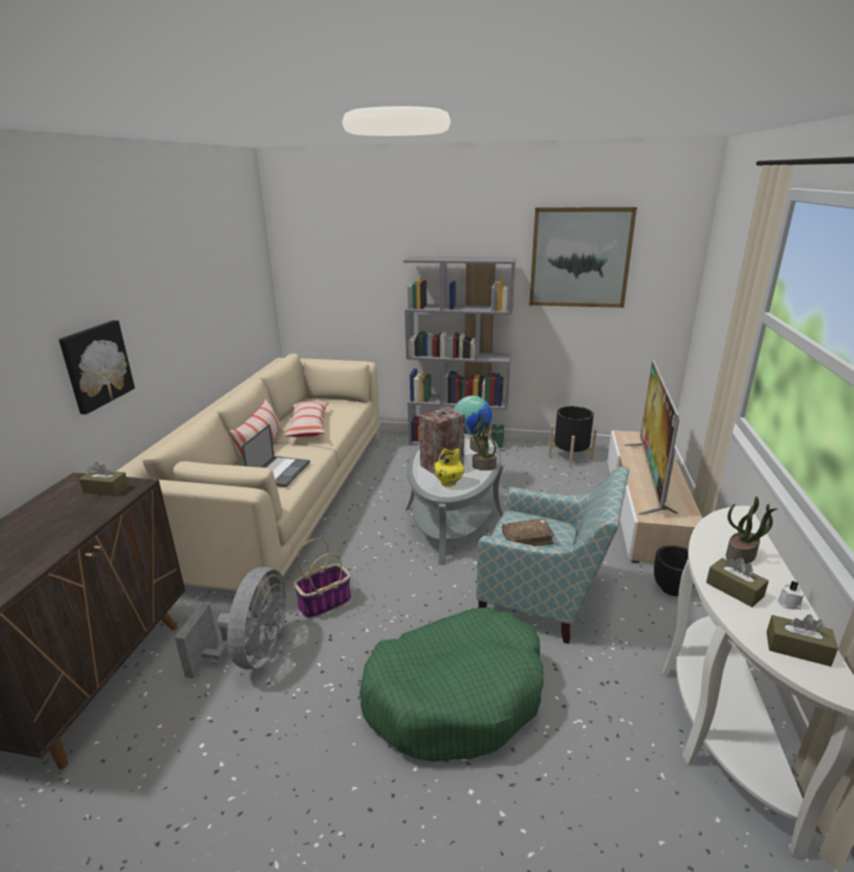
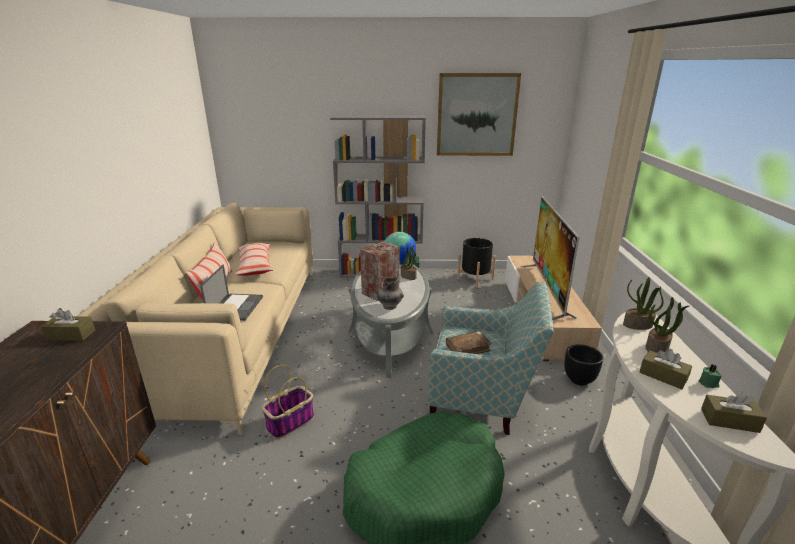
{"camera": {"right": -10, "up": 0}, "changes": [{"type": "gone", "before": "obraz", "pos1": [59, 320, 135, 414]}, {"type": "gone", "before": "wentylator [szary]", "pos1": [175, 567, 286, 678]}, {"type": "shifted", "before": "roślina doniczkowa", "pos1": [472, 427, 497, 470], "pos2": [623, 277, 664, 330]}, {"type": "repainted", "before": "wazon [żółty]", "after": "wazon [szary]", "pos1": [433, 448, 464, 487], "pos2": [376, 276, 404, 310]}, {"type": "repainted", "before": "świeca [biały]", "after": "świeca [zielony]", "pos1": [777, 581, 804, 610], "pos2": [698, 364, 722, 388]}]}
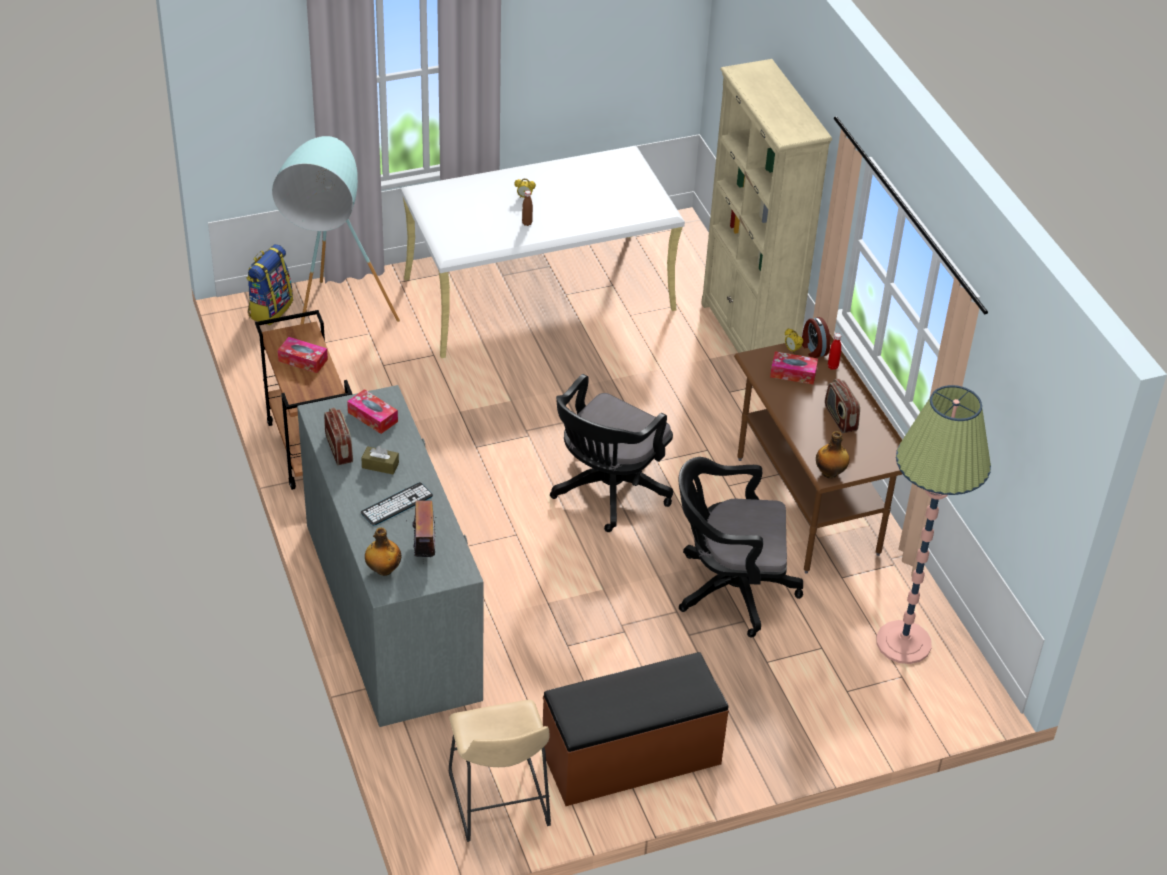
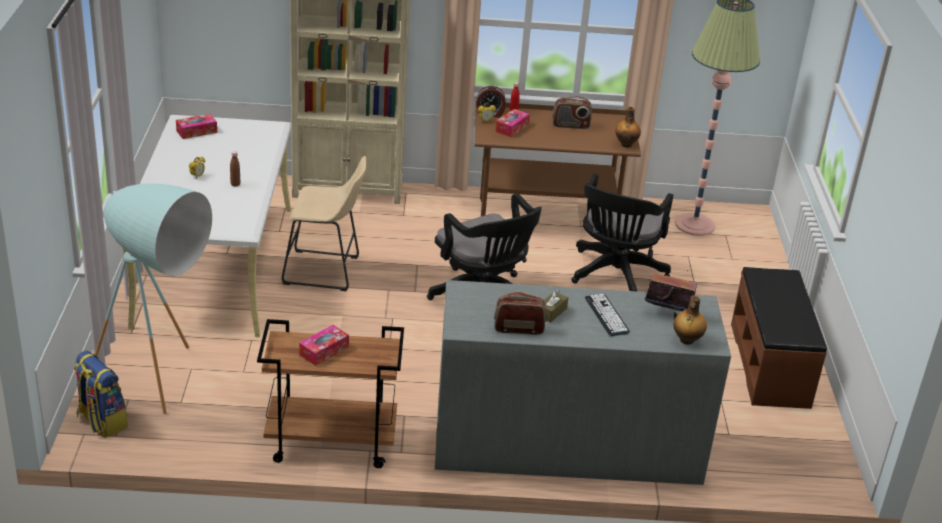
{"camera": {"right": -70, "up": -10}, "changes": [{"type": "shifted", "before": "pudełko chusteczek", "pos1": [347, 389, 398, 434], "pos2": [176, 114, 217, 139]}, {"type": "shifted", "before": "stołek [beżowy]", "pos1": [449, 700, 551, 842], "pos2": [282, 156, 366, 291]}]}
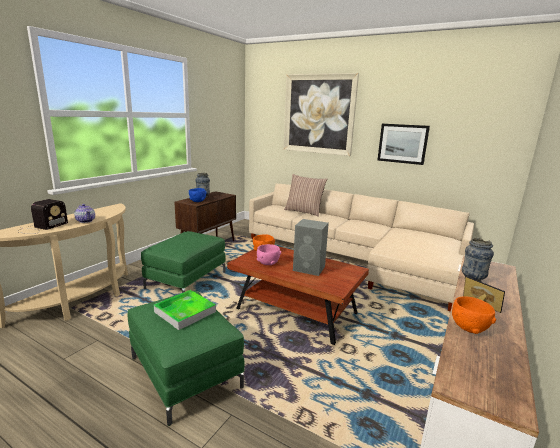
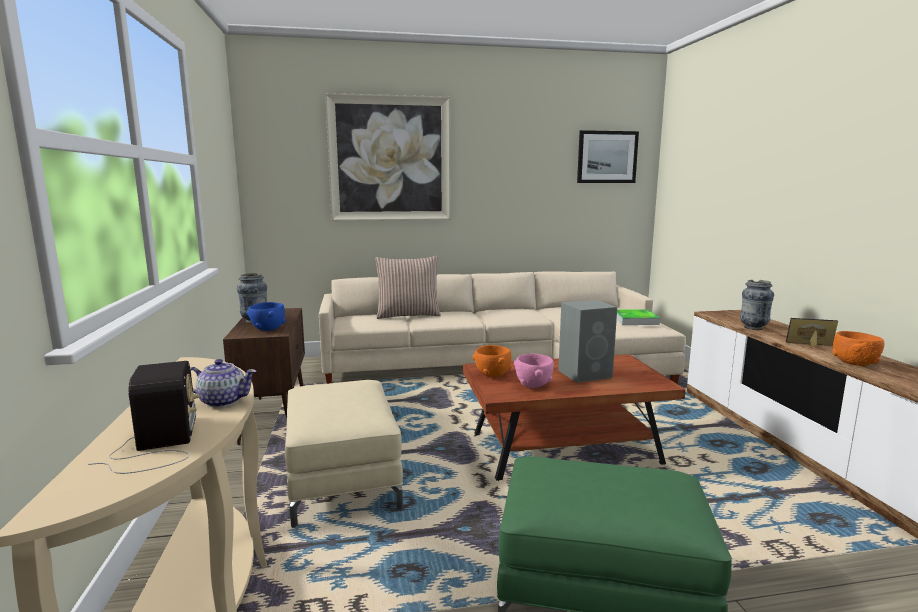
{"camera": {"right": -40, "up": -5}, "changes": [{"type": "shifted", "before": "taca", "pos1": [154, 290, 216, 330], "pos2": [617, 309, 660, 325]}, {"type": "shifted", "before": "obraz", "pos1": [377, 124, 430, 165], "pos2": [577, 130, 639, 183]}, {"type": "repainted", "before": "pufa [zielony]", "after": "pufa [beżowy]", "pos1": [141, 231, 226, 293], "pos2": [285, 380, 403, 527]}]}
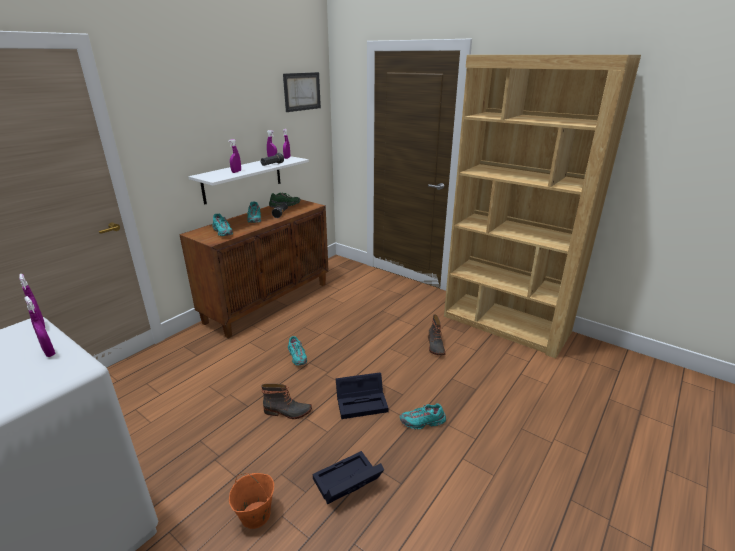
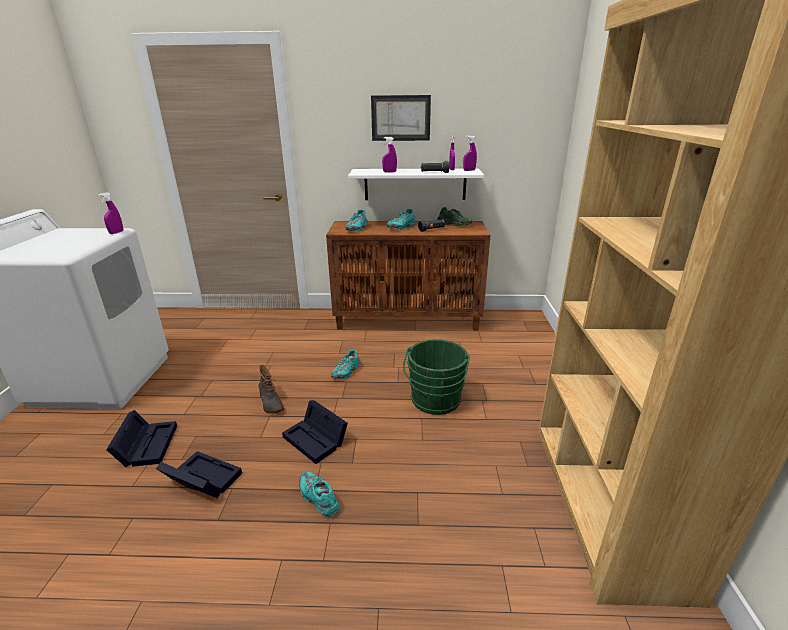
{"camera": {"right": 55, "up": 0}, "changes": [{"type": "gone", "before": "spryskiwacz [fioletowy]", "pos1": [25, 296, 55, 357]}, {"type": "gone", "before": "but z cholewką", "pos1": [428, 314, 446, 355]}, {"type": "new", "after": "wiadro [zielony]", "pos2": [403, 339, 470, 415]}, {"type": "shifted", "before": "obraz", "pos1": [283, 72, 321, 112], "pos2": [371, 95, 431, 141]}, {"type": "swapped", "before": "wiadro [pomarańczowy]", "after": "pojemnik do przechowywania [czarny]", "pos1": [229, 473, 274, 529], "pos2": [106, 410, 177, 467]}]}
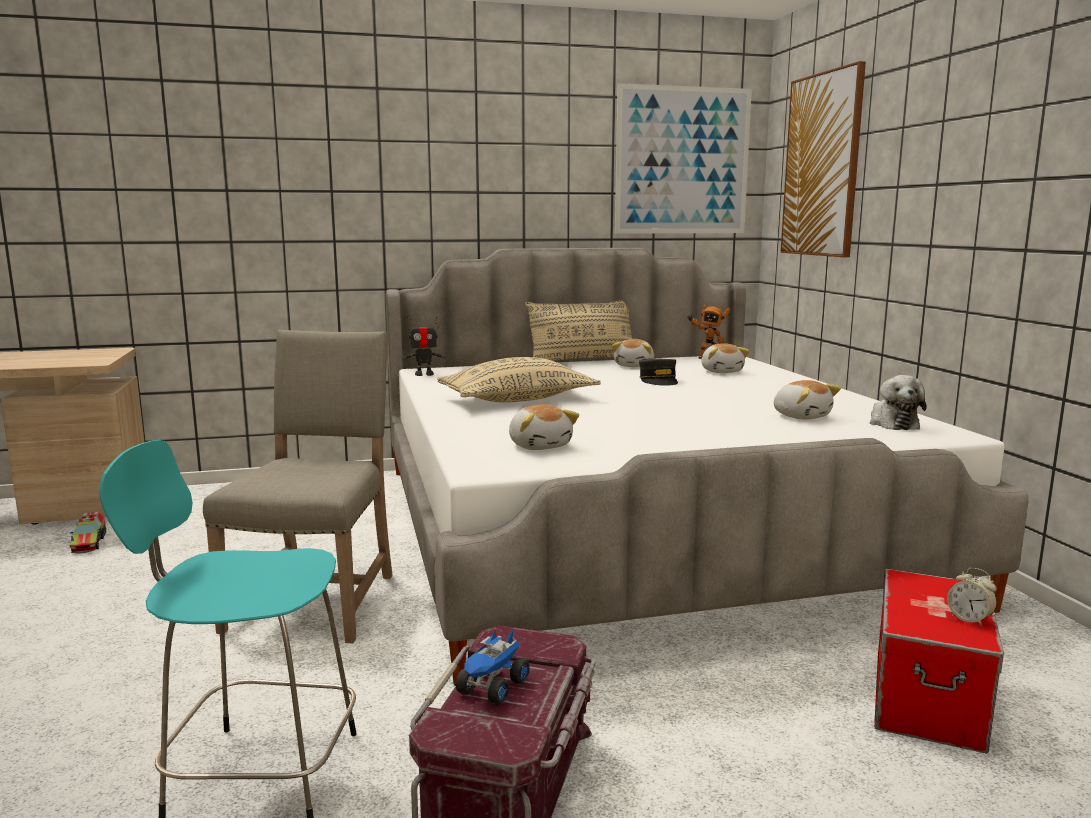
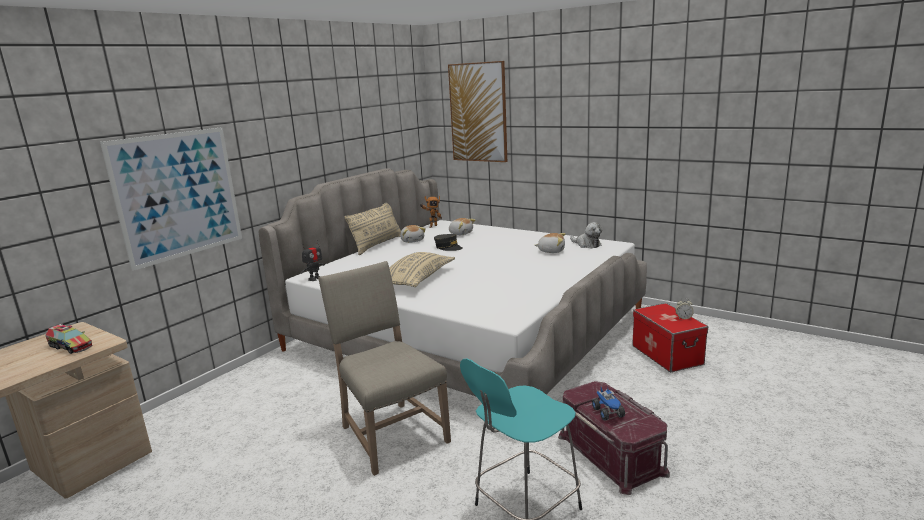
{"camera": {"right": -40, "up": 5}, "changes": [{"type": "gone", "before": "pluszak", "pos1": [509, 404, 579, 450]}, {"type": "shifted", "before": "ciężarówka zabawkowa", "pos1": [70, 512, 106, 554], "pos2": [45, 324, 93, 354]}, {"type": "shifted", "before": "obraz", "pos1": [615, 83, 752, 234], "pos2": [100, 127, 242, 271]}]}
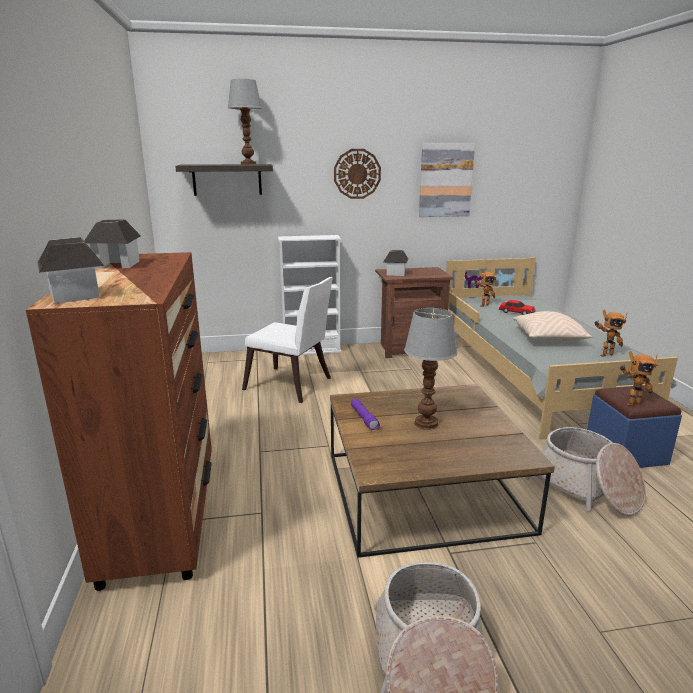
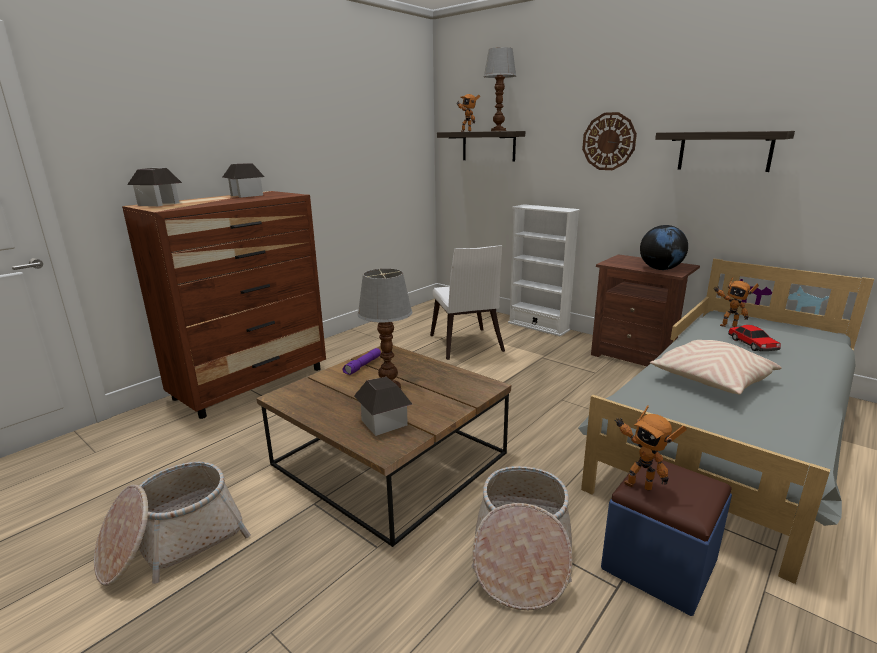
{"camera": {"right": 50, "up": 0}, "changes": [{"type": "new", "after": "globus", "pos2": [640, 225, 688, 270]}, {"type": "shifted", "before": "domek", "pos1": [383, 250, 409, 276], "pos2": [354, 377, 412, 436]}, {"type": "shifted", "before": "robot zabawkowy", "pos1": [595, 310, 627, 357], "pos2": [457, 94, 480, 132]}, {"type": "swapped", "before": "obraz", "after": "półka", "pos1": [419, 143, 475, 217], "pos2": [655, 131, 795, 172]}]}
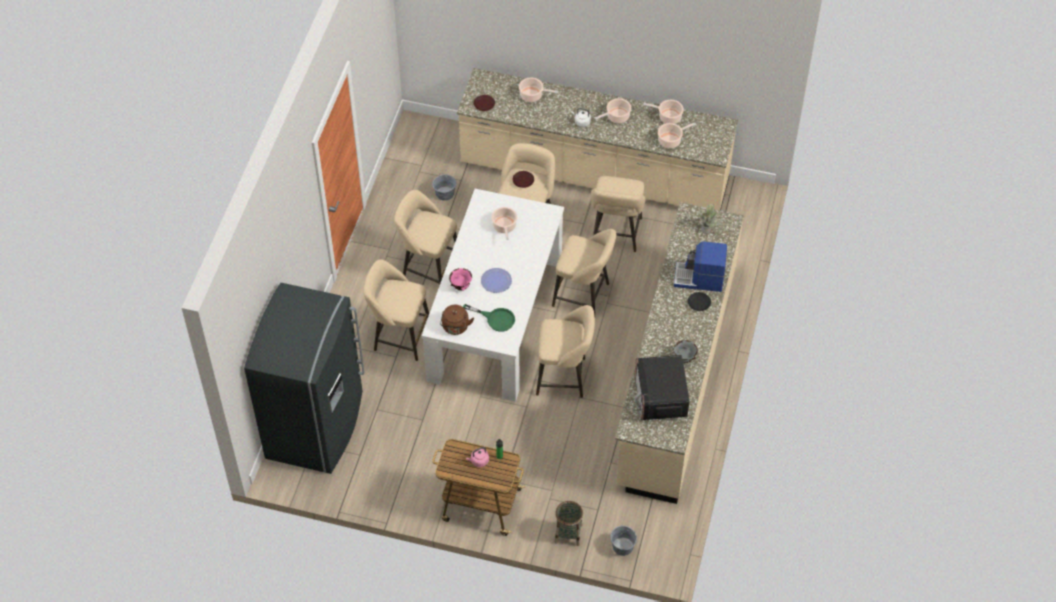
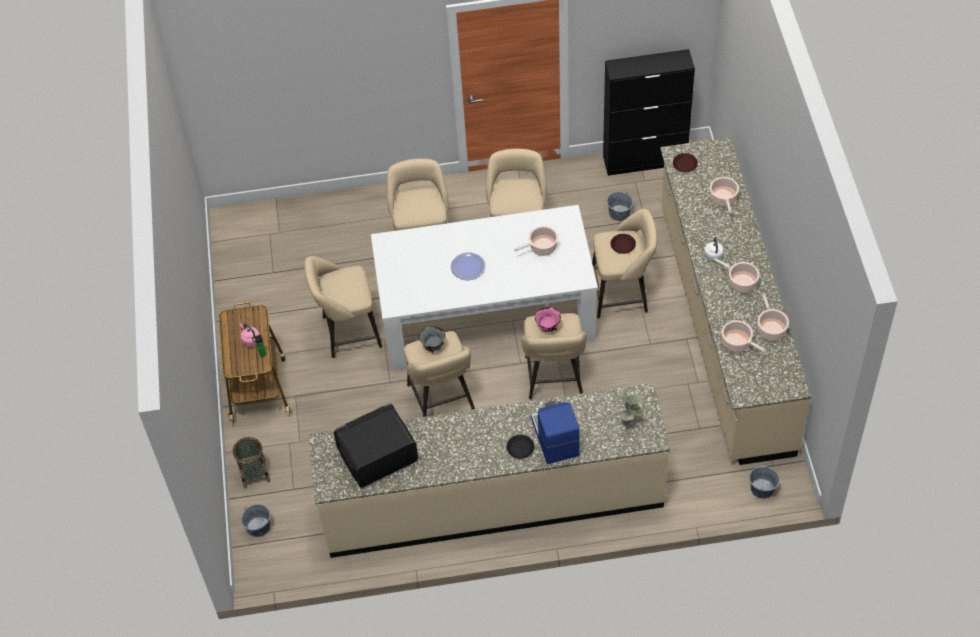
{"camera": {"right": 70, "up": 0}, "changes": [{"type": "gone", "before": "lodówka [szary]", "pos1": [244, 283, 364, 474]}, {"type": "gone", "before": "czajnik [brązowy]", "pos1": [440, 305, 474, 335]}, {"type": "gone", "before": "patelnia [zielony]", "pos1": [463, 304, 515, 332]}, {"type": "new", "after": "szafka [czarny]", "pos2": [603, 49, 695, 176]}, {"type": "new", "after": "wiadro [szary]", "pos2": [749, 464, 780, 499]}, {"type": "shifted", "before": "miska [różowy]", "pos1": [449, 268, 472, 291], "pos2": [535, 307, 561, 332]}, {"type": "shifted", "before": "stołek [beżowy]", "pos1": [591, 176, 645, 252], "pos2": [304, 256, 382, 358]}, {"type": "shifted", "before": "miska [szary]", "pos1": [674, 340, 698, 363], "pos2": [419, 326, 445, 353]}]}
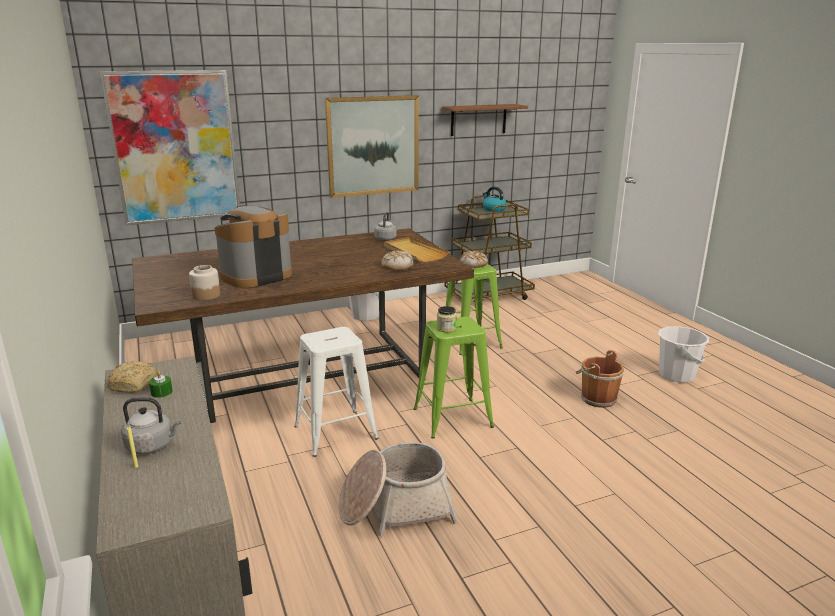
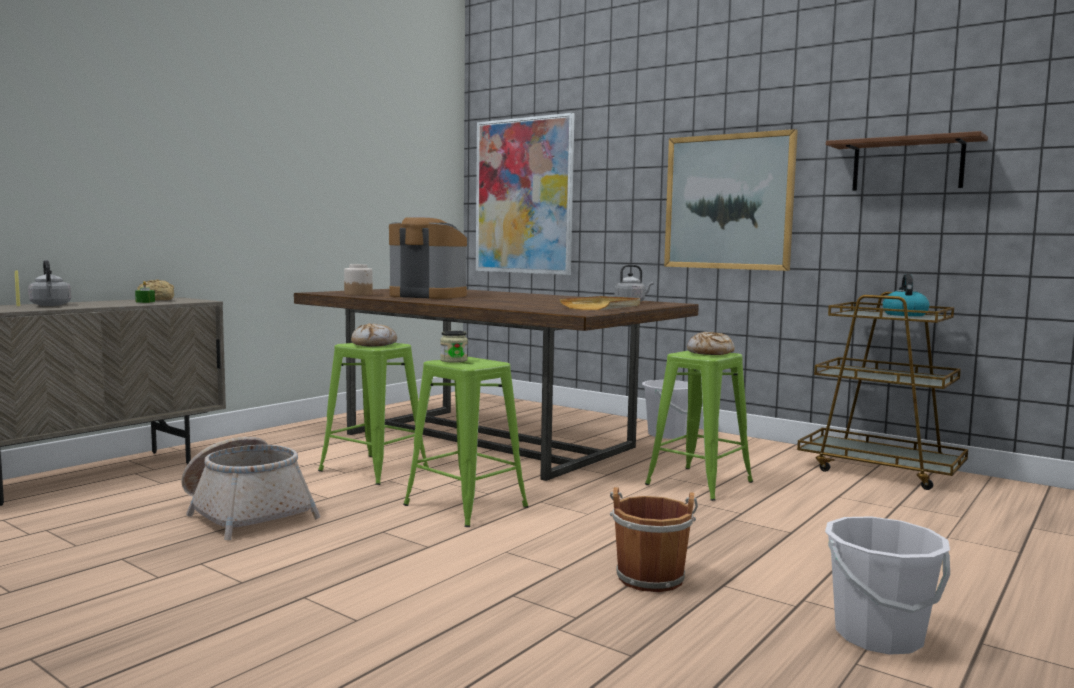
{"camera": {"right": 60, "up": -15}, "changes": [{"type": "shifted", "before": "chleb", "pos1": [381, 251, 414, 270], "pos2": [351, 323, 397, 347]}, {"type": "repainted", "before": "stołek [biały]", "after": "stołek [zielony]", "pos1": [294, 327, 379, 457], "pos2": [318, 343, 429, 485]}]}
